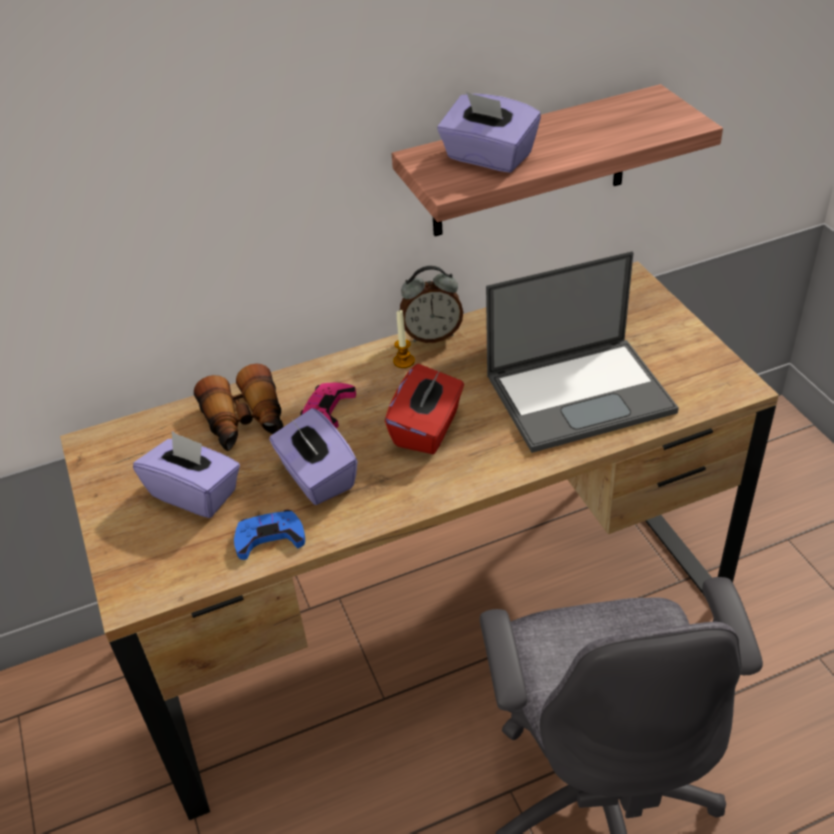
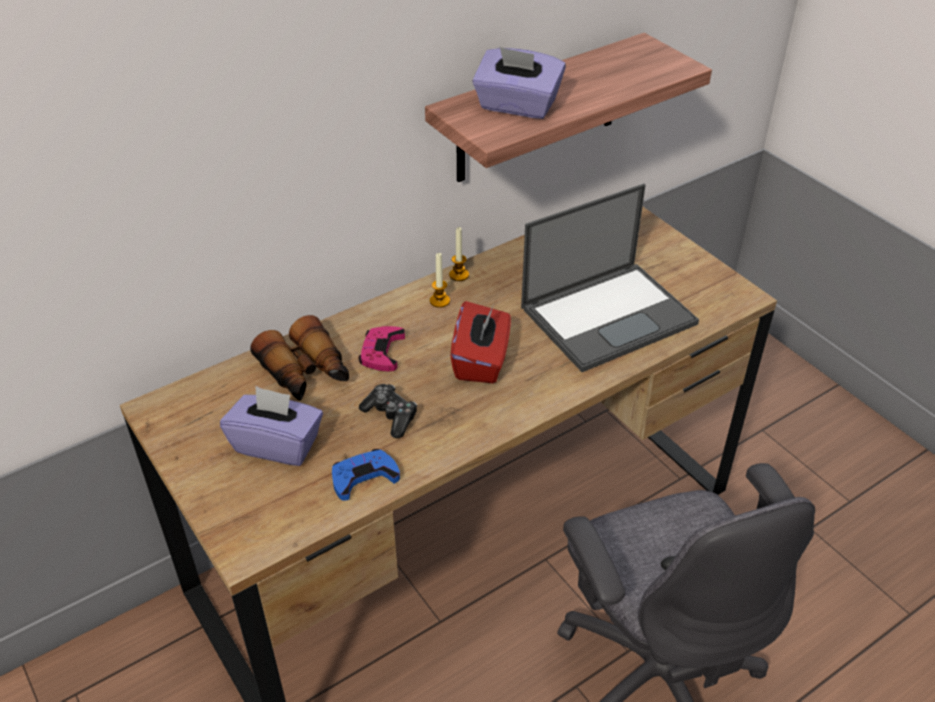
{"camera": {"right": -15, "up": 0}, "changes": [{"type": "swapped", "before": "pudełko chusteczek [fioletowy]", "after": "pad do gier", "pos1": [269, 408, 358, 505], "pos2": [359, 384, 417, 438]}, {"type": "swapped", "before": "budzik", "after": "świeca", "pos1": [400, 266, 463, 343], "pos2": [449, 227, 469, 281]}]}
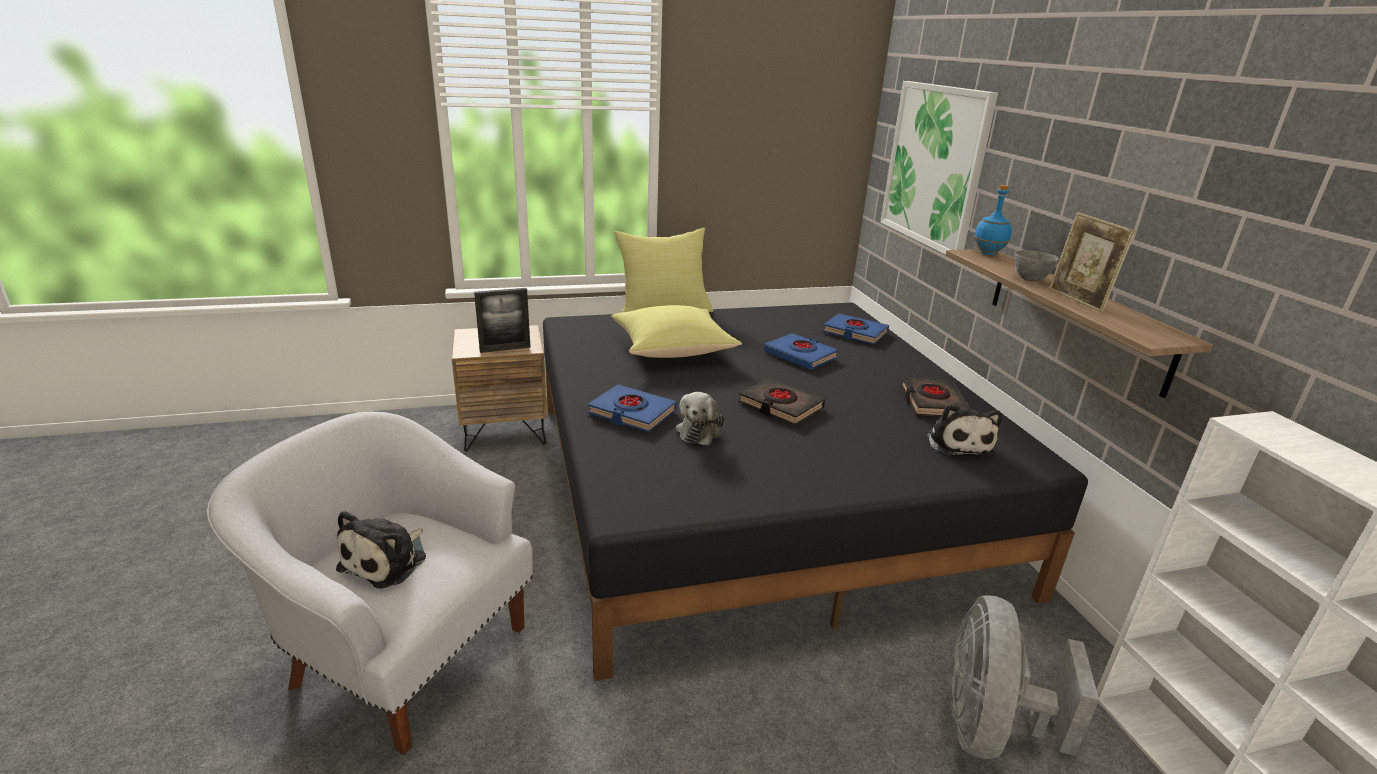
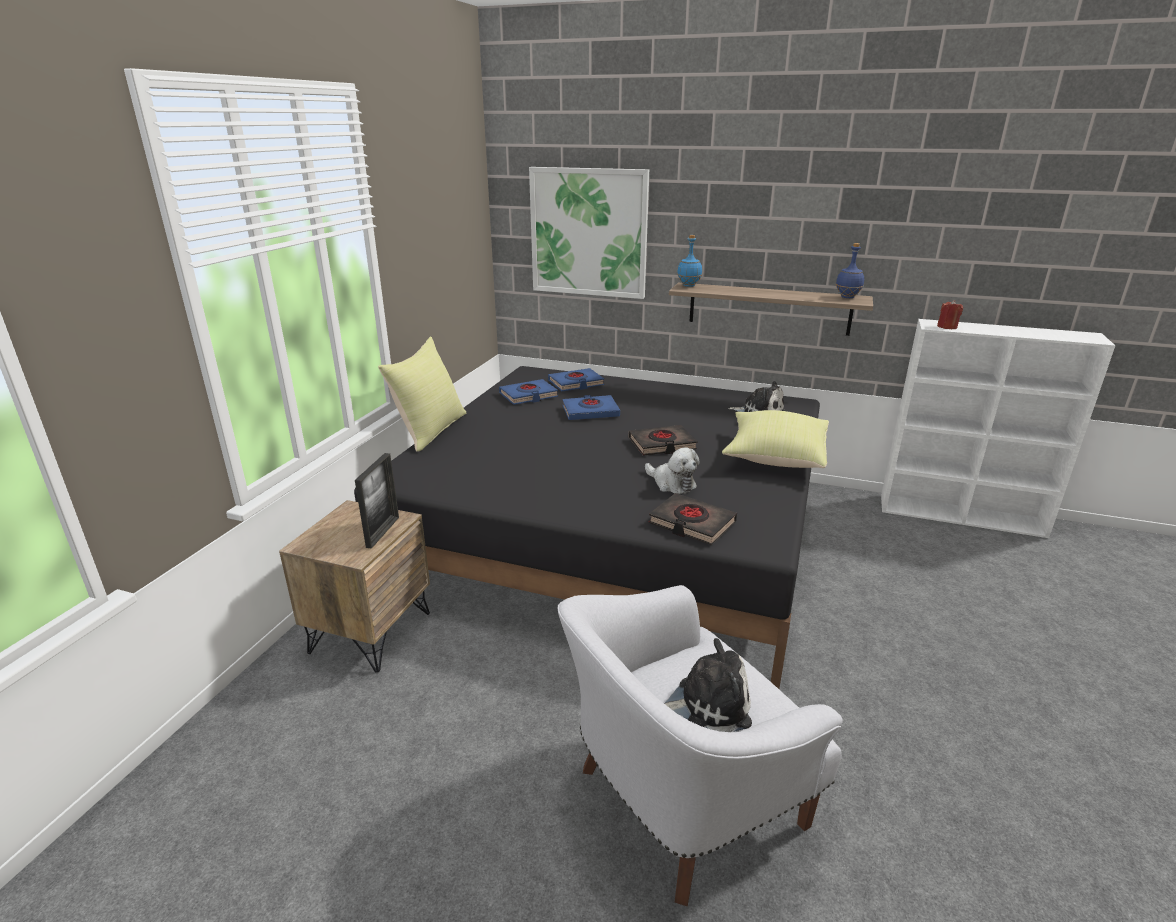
{"camera": {"right": -55, "up": 0}, "changes": [{"type": "gone", "before": "wentylator [szary]", "pos1": [949, 595, 1099, 759]}, {"type": "gone", "before": "miska [szary]", "pos1": [1014, 250, 1059, 281]}, {"type": "gone", "before": "ramka na zdjęcie", "pos1": [1049, 212, 1136, 312]}, {"type": "new", "after": "butelka [niebieski]", "pos2": [836, 243, 864, 298]}, {"type": "new", "after": "świeca [czerwony]", "pos2": [937, 300, 963, 329]}, {"type": "shifted", "before": "książka [niebieski]", "pos1": [588, 384, 677, 432], "pos2": [499, 379, 558, 405]}, {"type": "shifted", "before": "poduszka [żółty]", "pos1": [611, 305, 742, 358], "pos2": [722, 410, 829, 468]}, {"type": "shifted", "before": "książka [czarny]", "pos1": [901, 377, 970, 416], "pos2": [649, 493, 737, 545]}, {"type": "rotated", "before": "pluszak", "pos1": [336, 510, 426, 589], "pos2": [664, 638, 752, 732], "turn": -60}]}
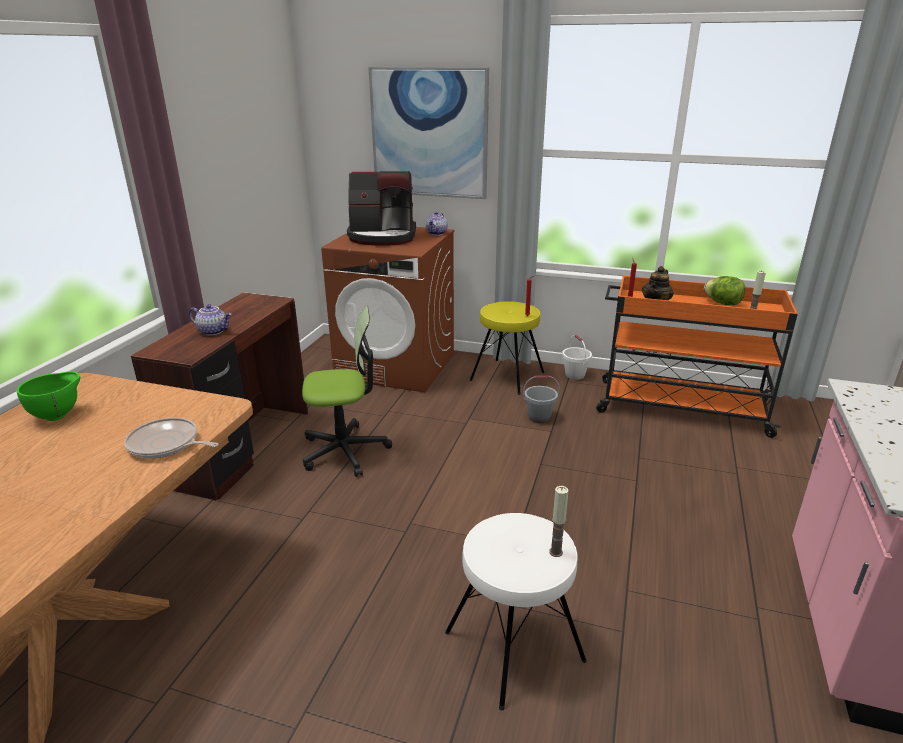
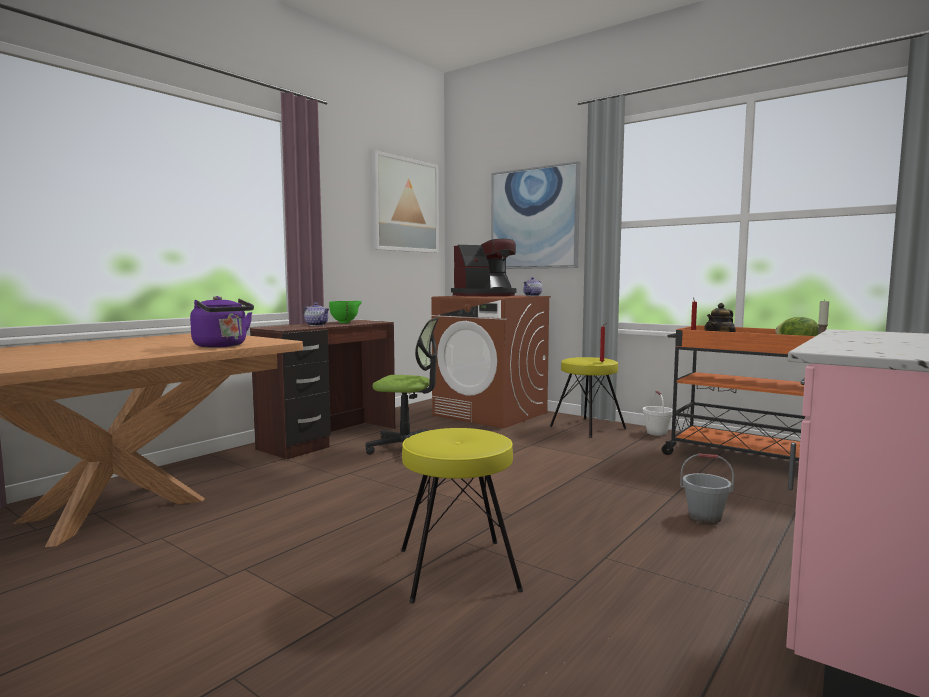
{"camera": {"right": 20, "up": -20}, "changes": [{"type": "gone", "before": "świeca", "pos1": [549, 486, 569, 557]}, {"type": "new", "after": "obraz", "pos2": [371, 150, 439, 253]}, {"type": "shifted", "before": "miska [zielony]", "pos1": [17, 371, 80, 421], "pos2": [329, 301, 362, 323]}, {"type": "shifted", "before": "wiadro [szary]", "pos1": [523, 375, 560, 423], "pos2": [680, 453, 734, 524]}, {"type": "swapped", "before": "patelnia", "after": "czajnik [fioletowy]", "pos1": [124, 417, 219, 458], "pos2": [190, 296, 254, 348]}, {"type": "repainted", "before": "stołek [biały]", "after": "stołek [żółty]", "pos1": [445, 513, 587, 711], "pos2": [401, 428, 523, 604]}, {"type": "rotated", "before": "ekspres do kawy", "pos1": [347, 171, 416, 246], "pos2": [451, 239, 517, 296], "turn": -45}]}
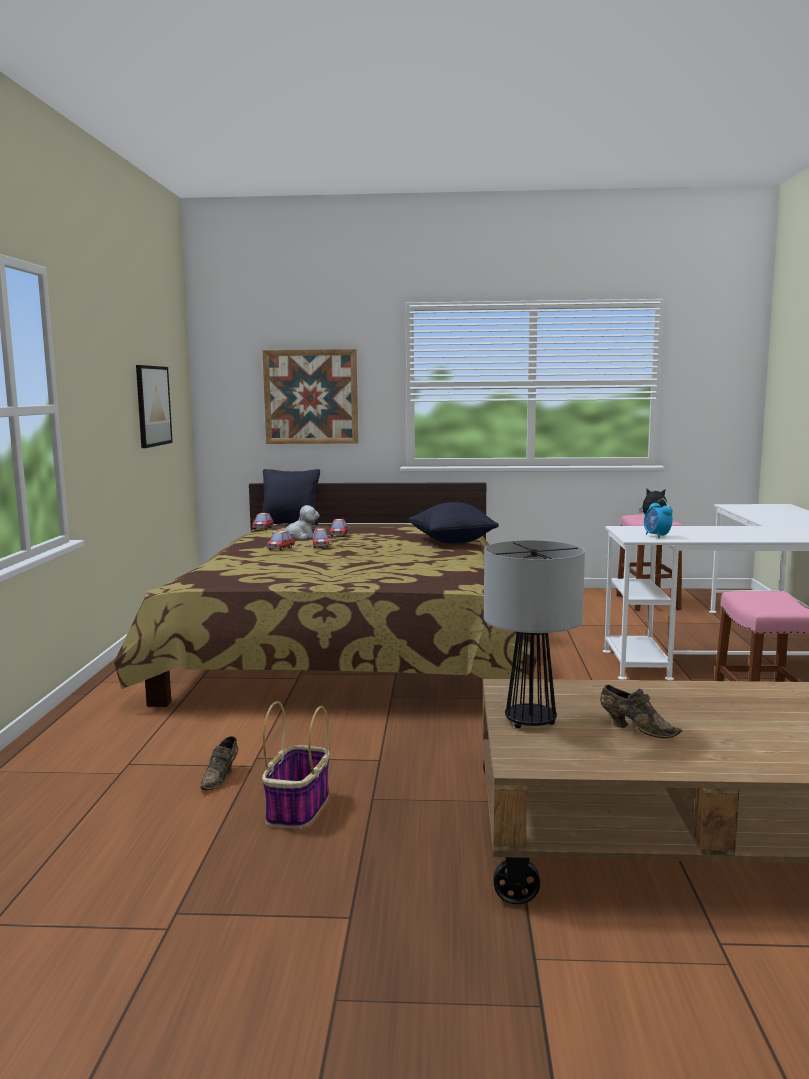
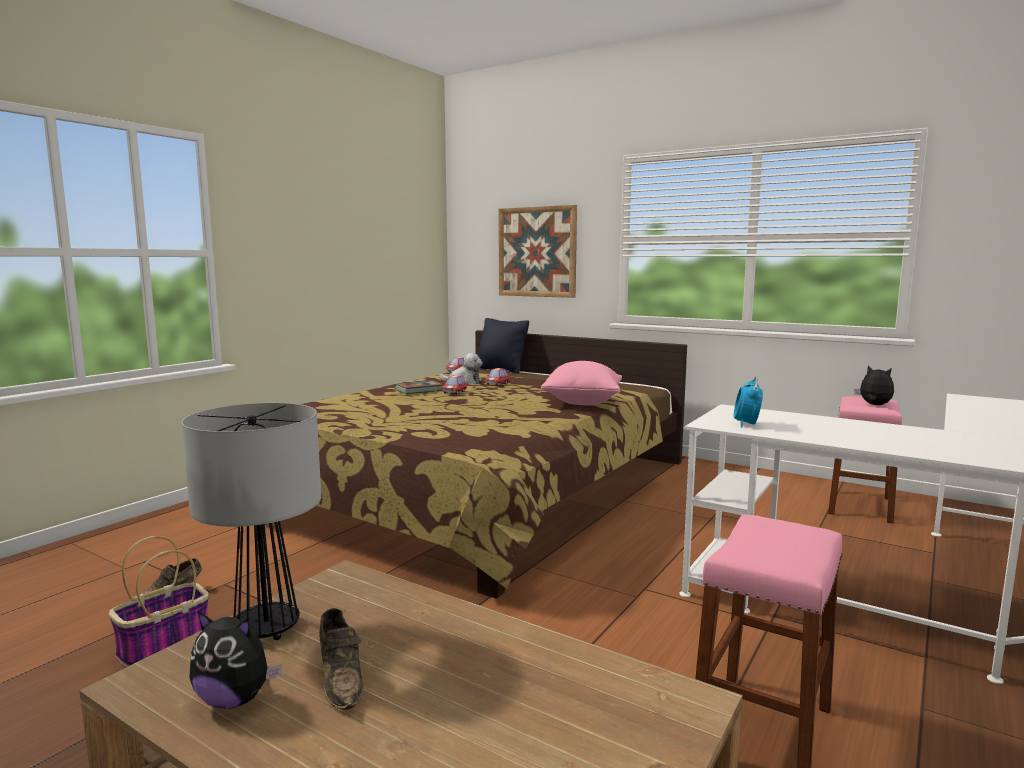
{"camera": {"right": 30, "up": 0}, "changes": [{"type": "gone", "before": "obraz", "pos1": [136, 365, 173, 448]}, {"type": "new", "after": "pluszak", "pos2": [189, 611, 282, 709]}, {"type": "swapped", "before": "samochodzik", "after": "książka", "pos1": [266, 531, 295, 551], "pos2": [395, 380, 443, 394]}, {"type": "repainted", "before": "poduszka [czarny]", "after": "poduszka [różowy]", "pos1": [409, 502, 499, 544], "pos2": [541, 361, 622, 405]}]}
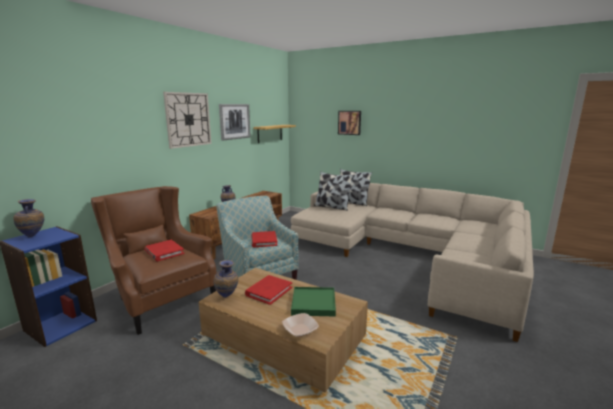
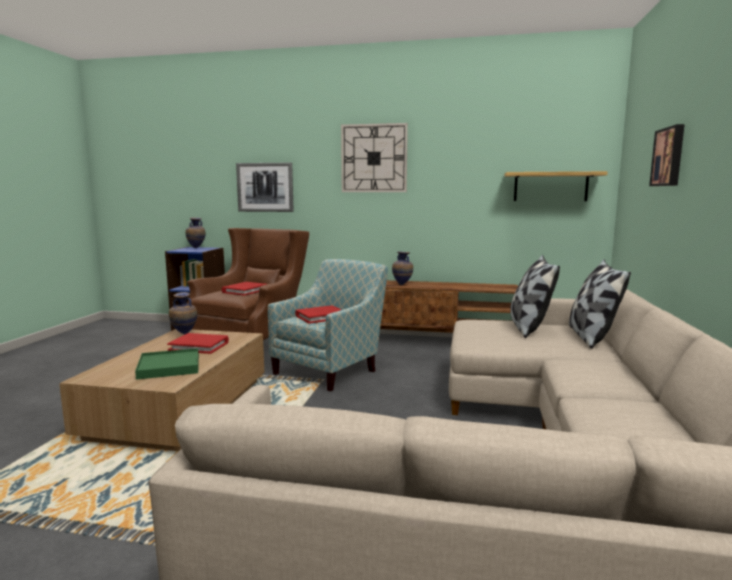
{"camera": {"right": 70, "up": -5}, "changes": [{"type": "gone", "before": "miska", "pos1": [282, 313, 319, 337]}, {"type": "shifted", "before": "obraz", "pos1": [219, 104, 251, 141], "pos2": [236, 163, 294, 212]}]}
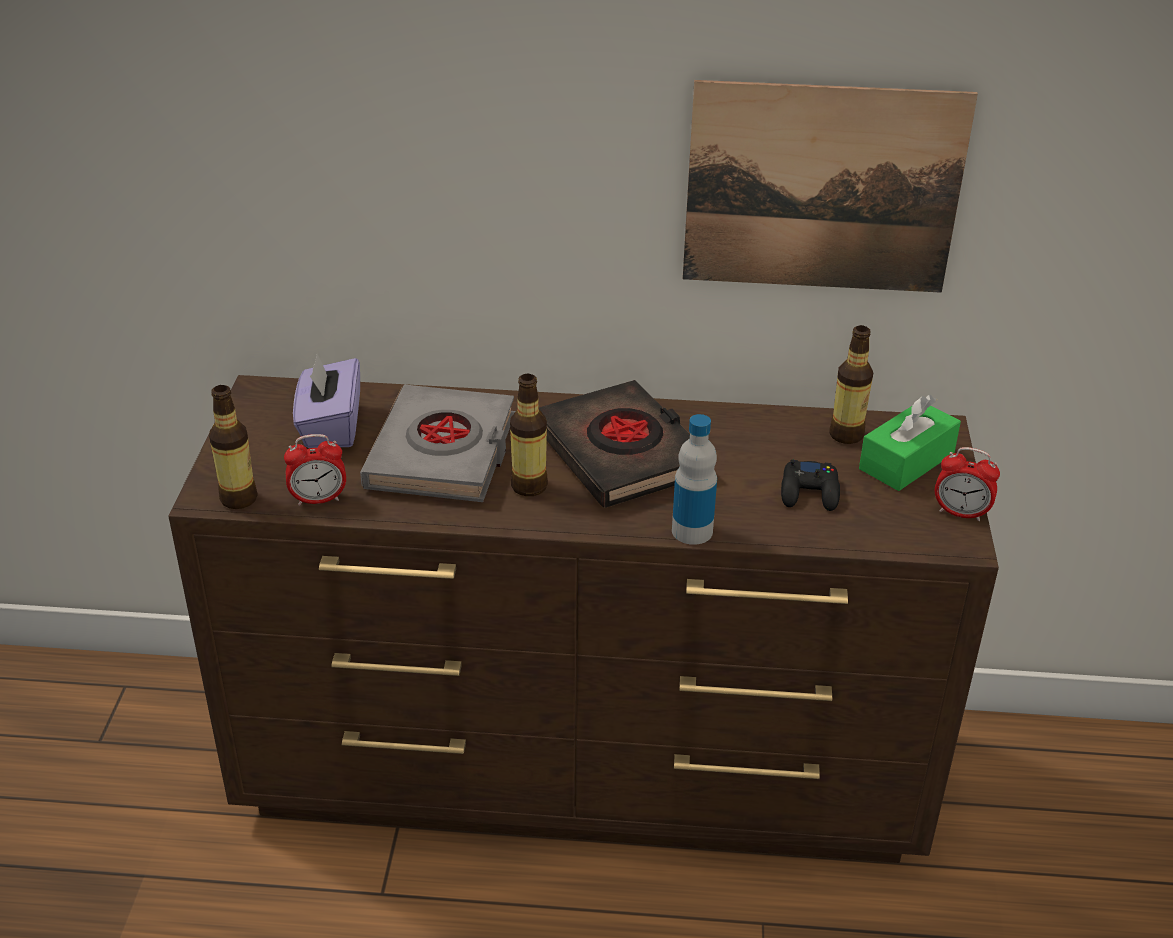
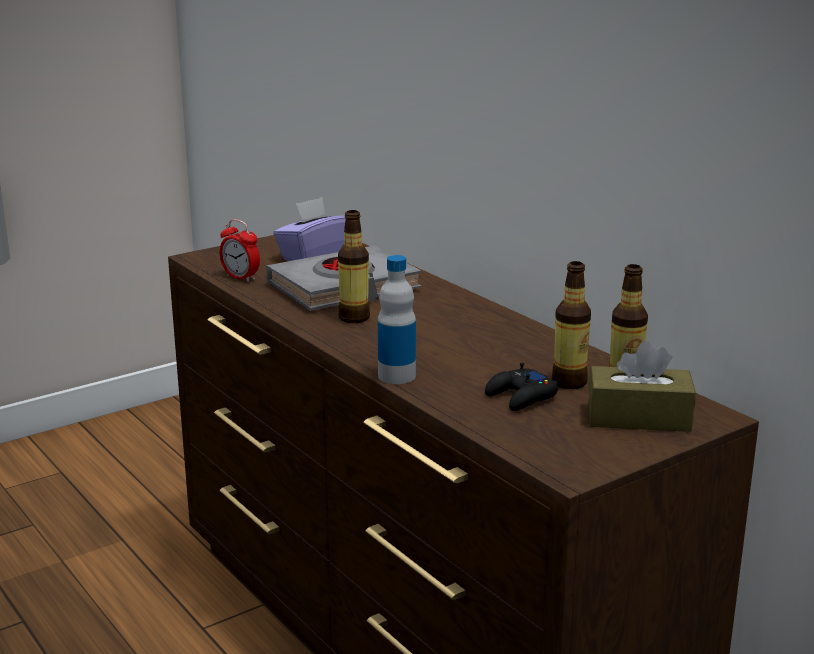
{"camera": {"right": 50, "up": -15}, "changes": [{"type": "gone", "before": "książka [czarny]", "pos1": [539, 380, 690, 508]}, {"type": "gone", "before": "obraz", "pos1": [683, 80, 978, 293]}, {"type": "gone", "before": "budzik", "pos1": [935, 447, 1000, 521]}, {"type": "shifted", "before": "butelka", "pos1": [209, 385, 258, 509], "pos2": [552, 261, 591, 389]}, {"type": "repainted", "before": "pudełko chusteczek [zielony]", "after": "pudełko chusteczek [brązowy]", "pos1": [859, 395, 961, 491], "pos2": [588, 341, 696, 432]}]}
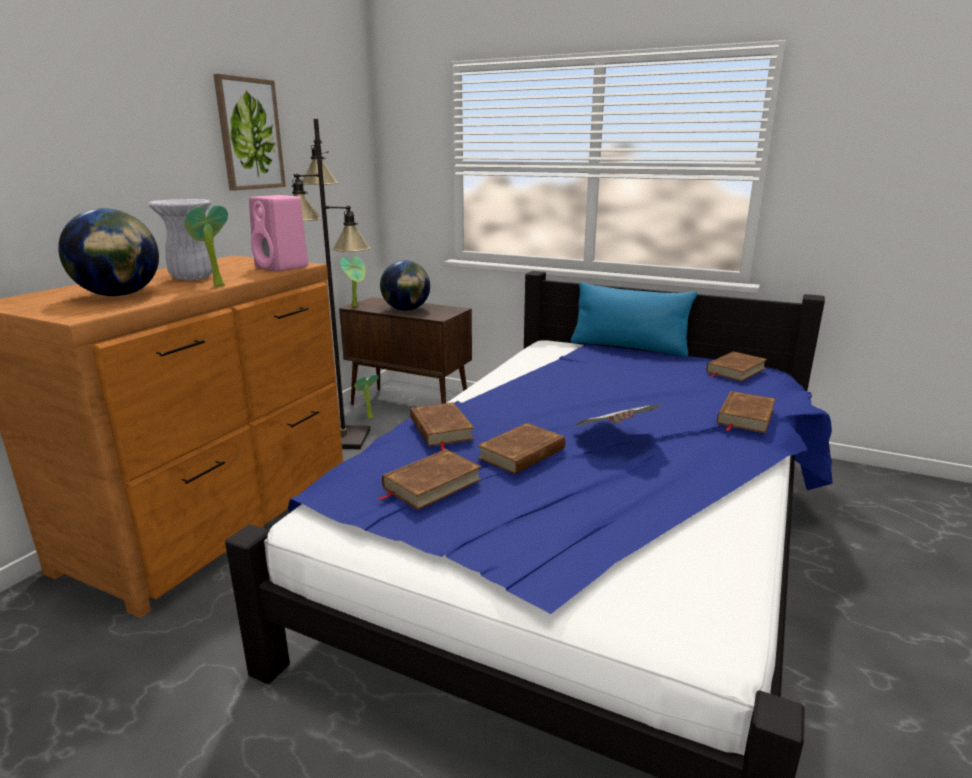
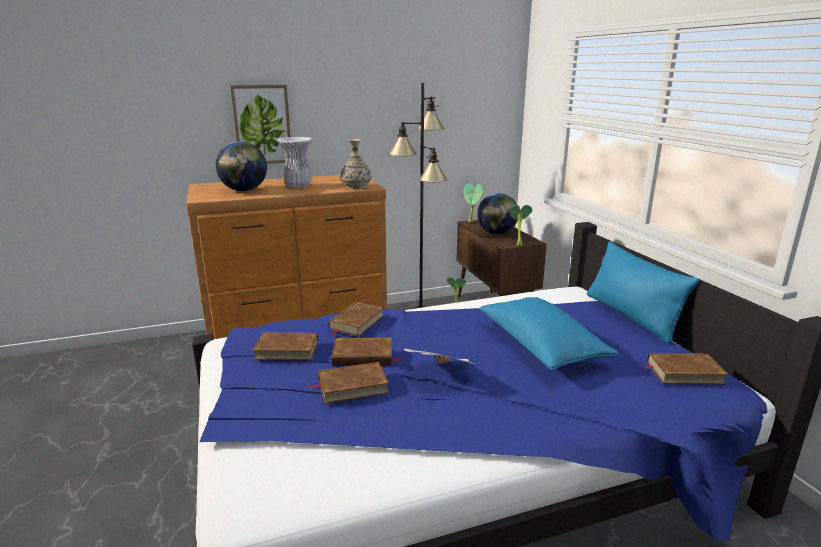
{"camera": {"right": 45, "up": 0}, "changes": [{"type": "new", "after": "poduszka [niebieski]", "pos2": [480, 297, 618, 370]}, {"type": "shifted", "before": "roślina doniczkowa", "pos1": [185, 205, 228, 286], "pos2": [509, 205, 532, 246]}, {"type": "shifted", "before": "obraz", "pos1": [213, 74, 286, 191], "pos2": [230, 85, 291, 164]}, {"type": "shifted", "before": "książka [brązowy]", "pos1": [717, 391, 775, 433], "pos2": [308, 362, 389, 404]}, {"type": "swapped", "before": "głośnik [różowy]", "after": "wazon", "pos1": [249, 195, 308, 272], "pos2": [341, 139, 371, 189]}]}
